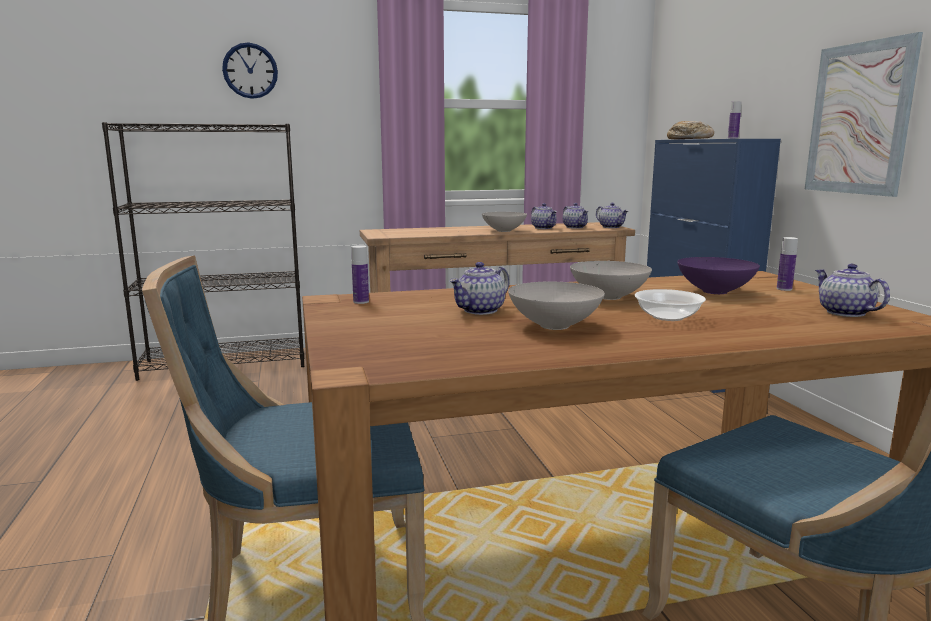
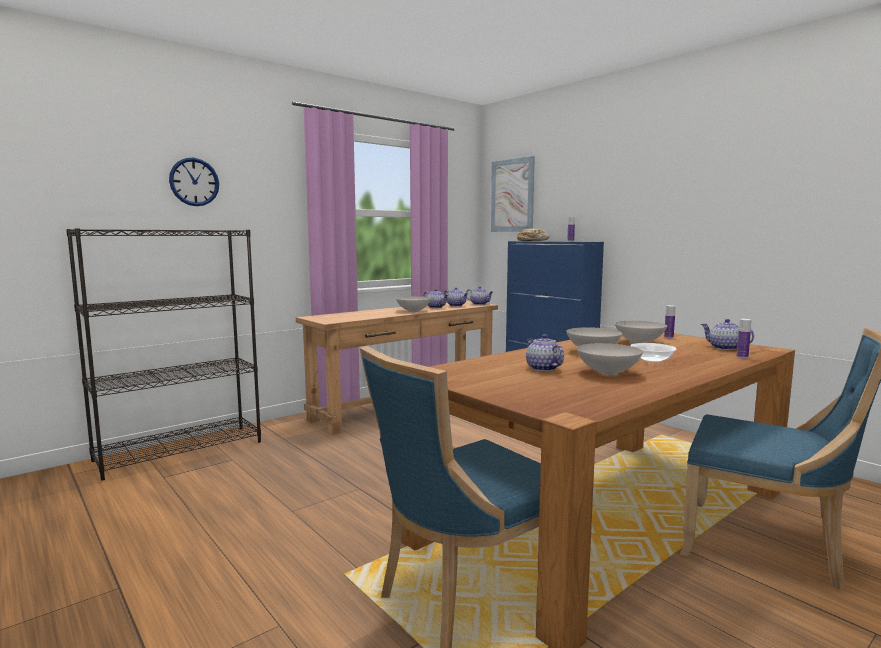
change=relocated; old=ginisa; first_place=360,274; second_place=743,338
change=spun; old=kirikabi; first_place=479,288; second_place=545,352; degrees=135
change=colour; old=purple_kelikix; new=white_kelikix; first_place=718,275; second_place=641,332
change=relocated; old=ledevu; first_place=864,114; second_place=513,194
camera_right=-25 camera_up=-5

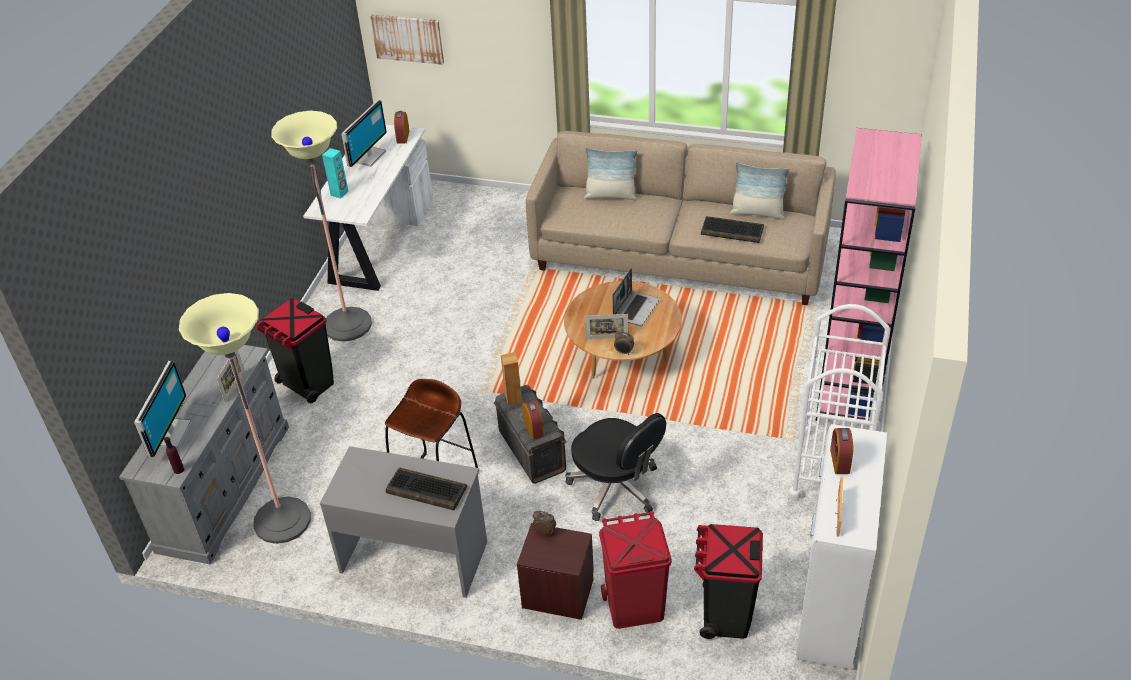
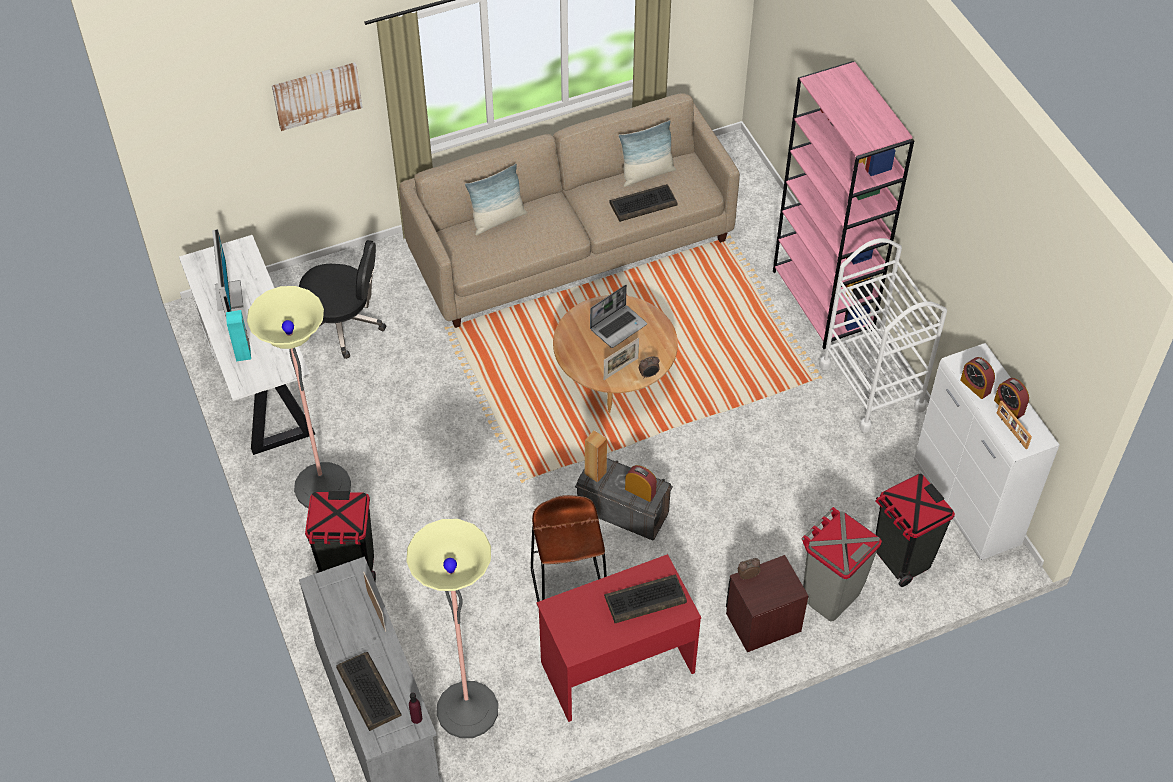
change=exchanged; old=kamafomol; new=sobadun; first_place=163,409; second_place=369,691
change=colour; old=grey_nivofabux; new=red_nivofabux; first_place=403,522; second_place=619,638
change=relocated; old=ledevu; first_place=407,39; second_place=317,96
change=relocated; old=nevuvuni; first_place=402,127; second_place=1011,398
change=relocated; old=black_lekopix; first_place=615,467; second_place=343,299
change=colour; old=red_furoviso; new=grey_furoviso; first_place=635,570; second_place=841,564
change=spun; old=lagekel; first_place=636,297; second_place=618,316; degrees=60
camera_right=-40 camera_up=10

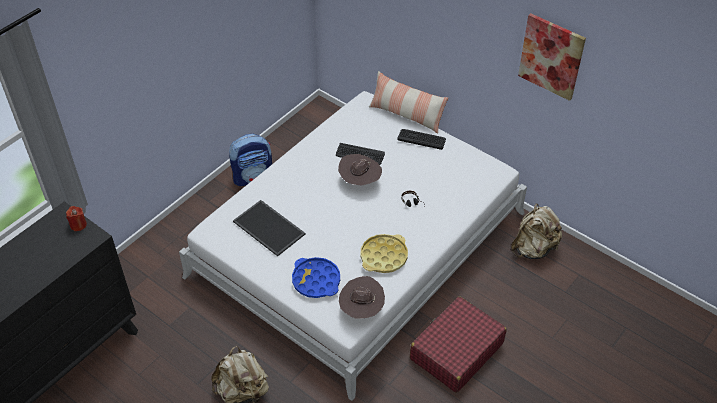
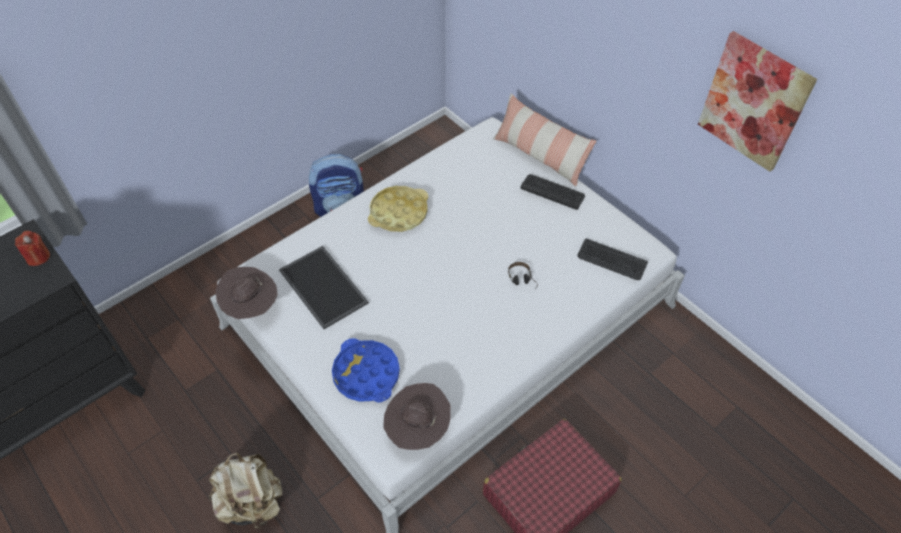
change=relocated; old=sobadun; first_place=360,154; second_place=613,259
change=relocated; old=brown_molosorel; first_place=360,170; second_place=246,293
change=relocated; old=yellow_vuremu; first_place=384,253; second_place=398,209
change=missing; old=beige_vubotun; first_place=537,231
camera_right=10 camera_up=5

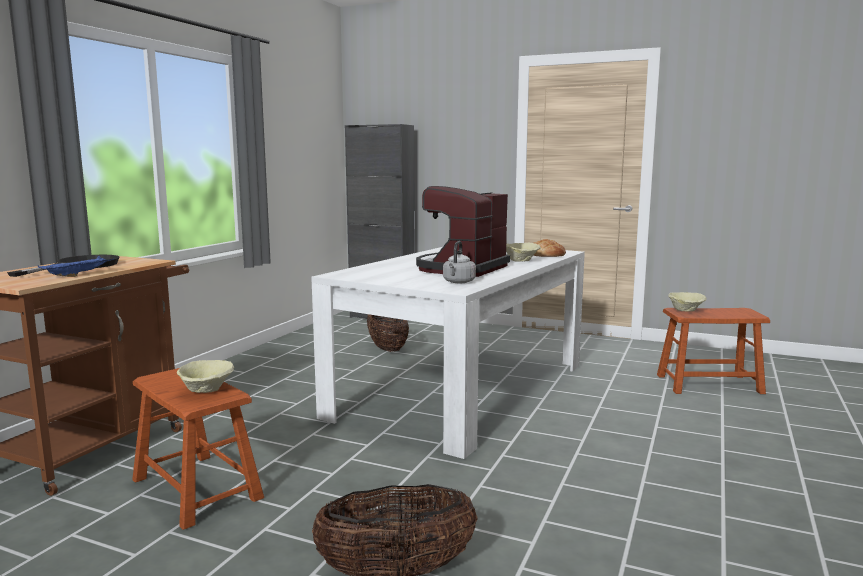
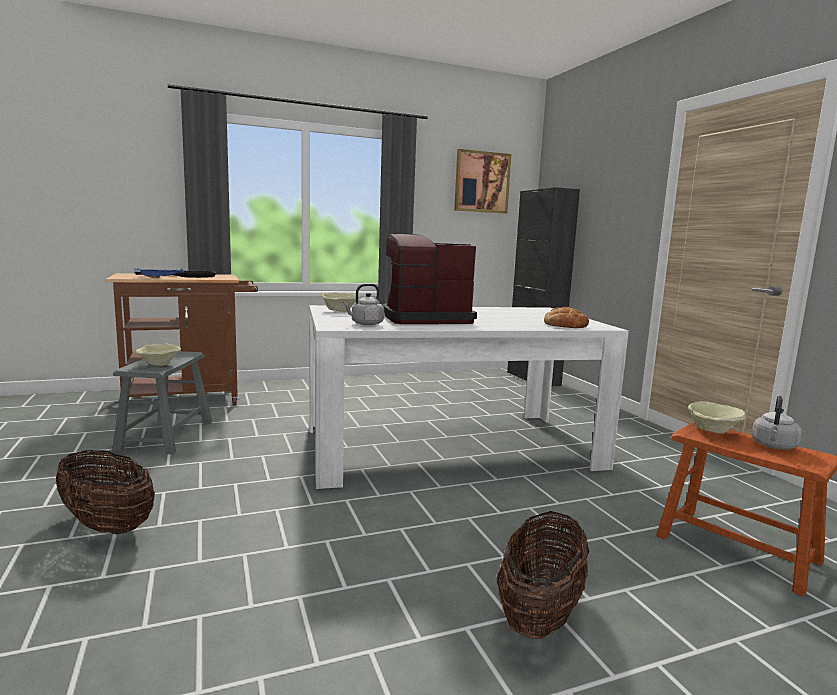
change=colour; old=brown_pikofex; new=grey_pikofex; first_place=198,449; second_place=162,402
change=relocated; old=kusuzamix; first_place=388,332; second_place=542,575
change=relocated; old=beige_kelikix; first_place=523,252; second_place=341,302
change=appeared; new=ledevu; second_place=482,181
change=appeared; new=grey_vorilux; second_place=777,423
camera_right=45 camera_up=0

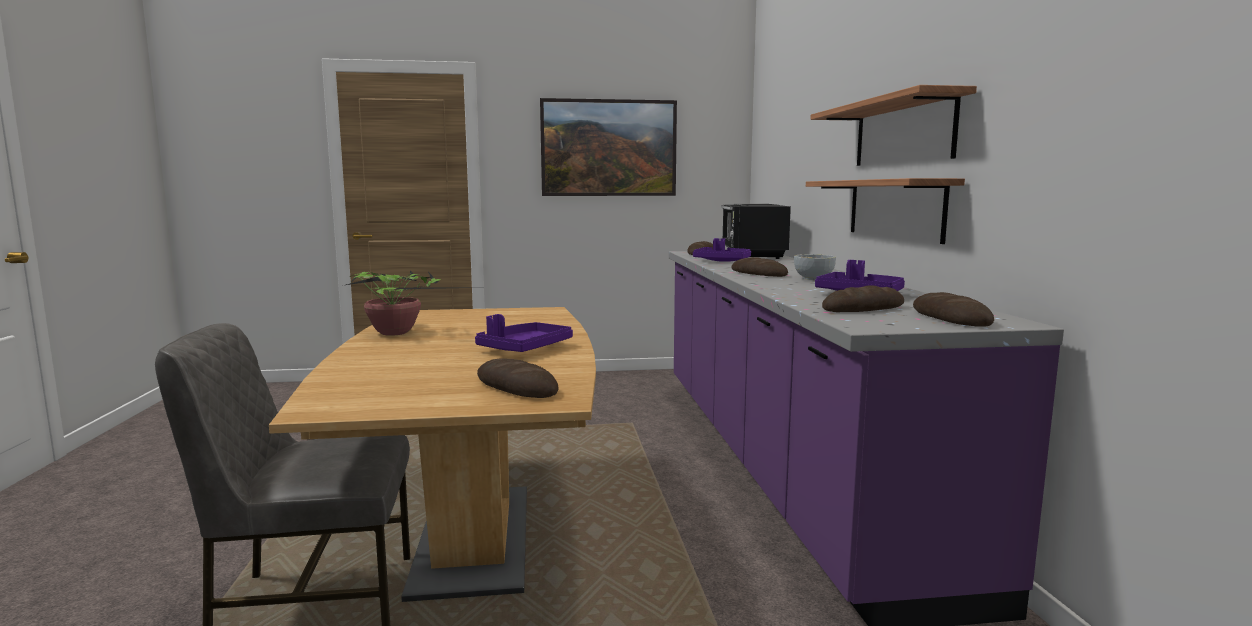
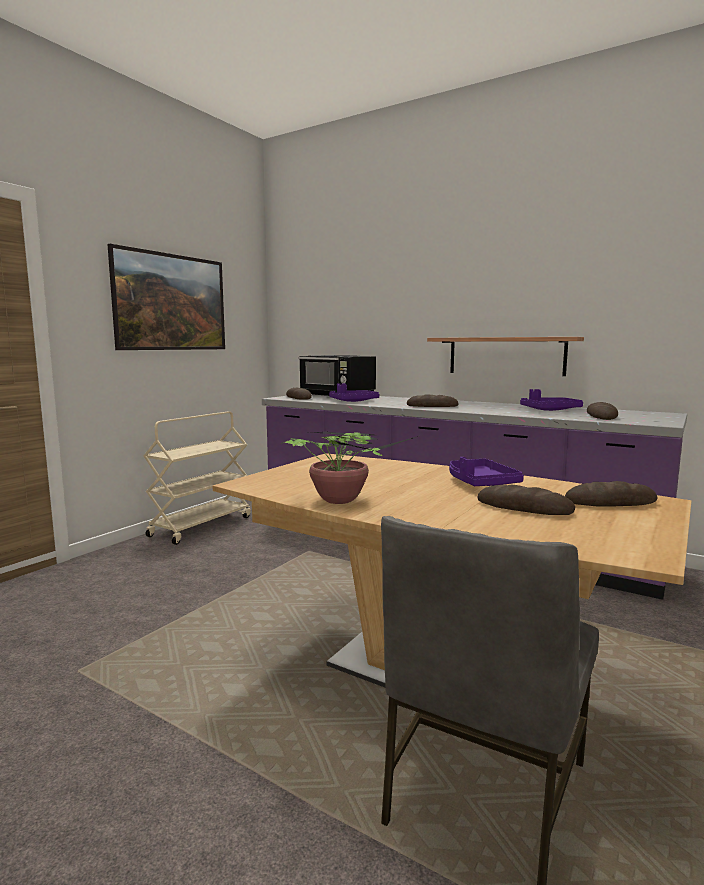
change=missing; old=kelikix; first_place=815,267
change=missing; old=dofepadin; first_place=893,125
change=relocated; old=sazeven; first_place=953,309; second_place=526,499
change=appeared; new=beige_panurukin; second_place=197,478
camera_right=-50 camera_up=0

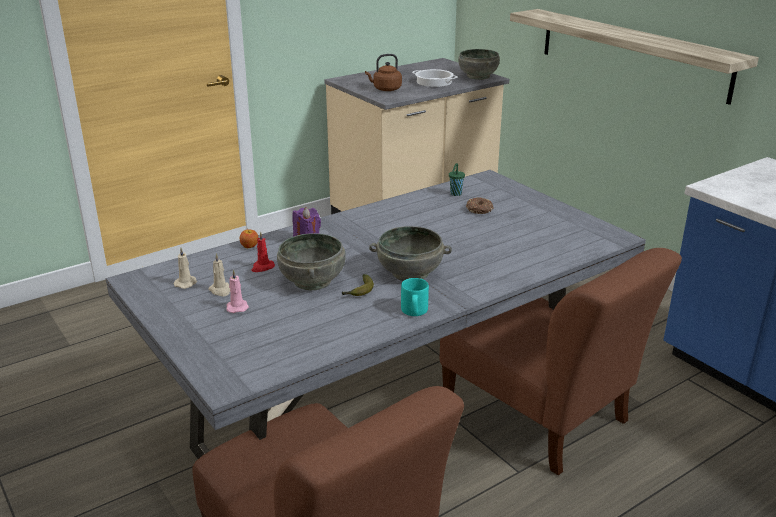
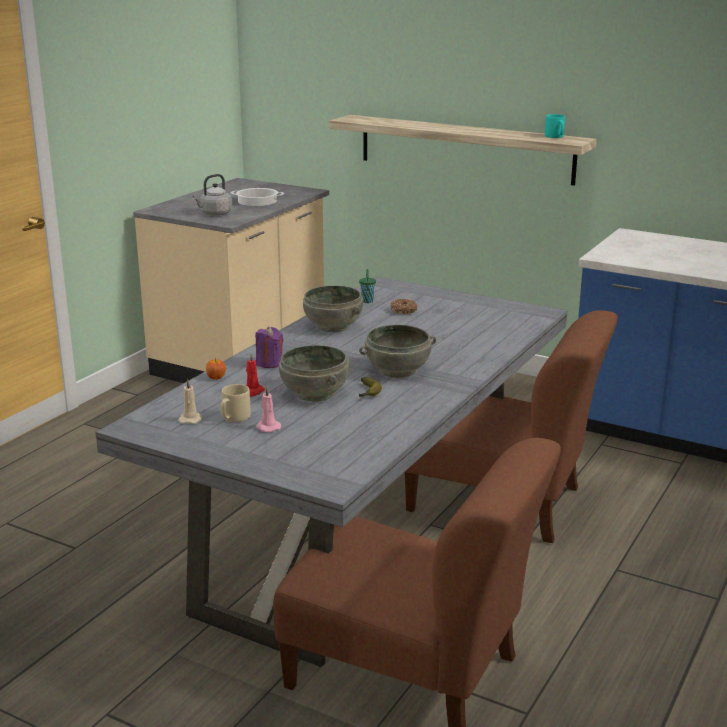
change=exchanged; old=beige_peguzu; new=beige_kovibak; first_place=219,274; second_place=236,403
change=colour; old=brown_vorilux; new=grey_vorilux; first_place=383,72; second_place=212,195
change=relocated; old=turquoise_kovibak; first_place=415,297; second_place=555,126
change=relocated; old=grey_kelikix; first_place=479,64; second_place=333,308
camera_right=-25 camera_up=-5

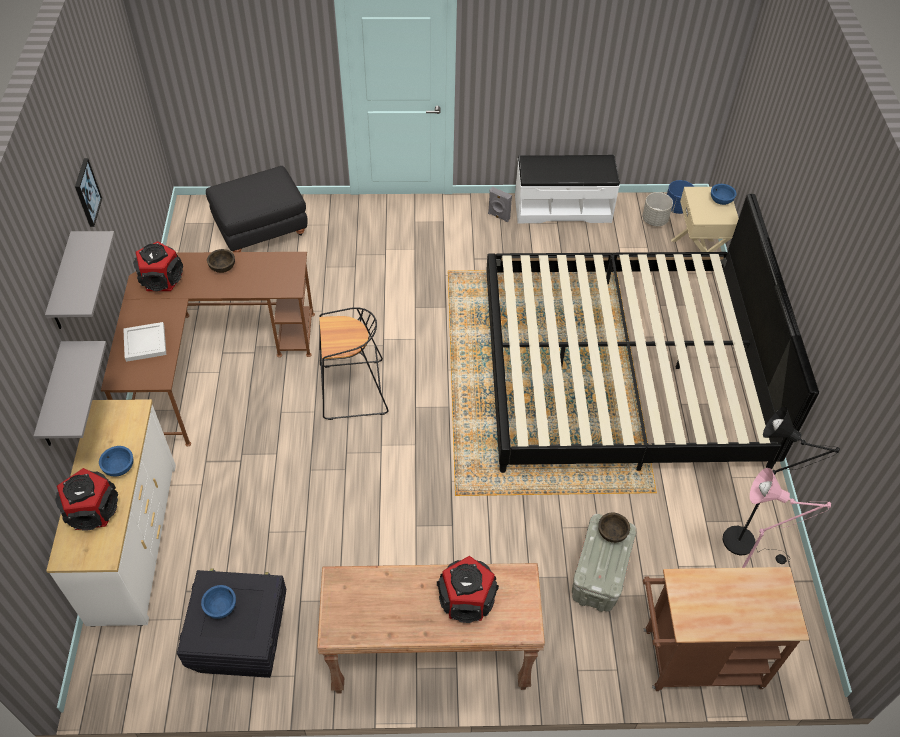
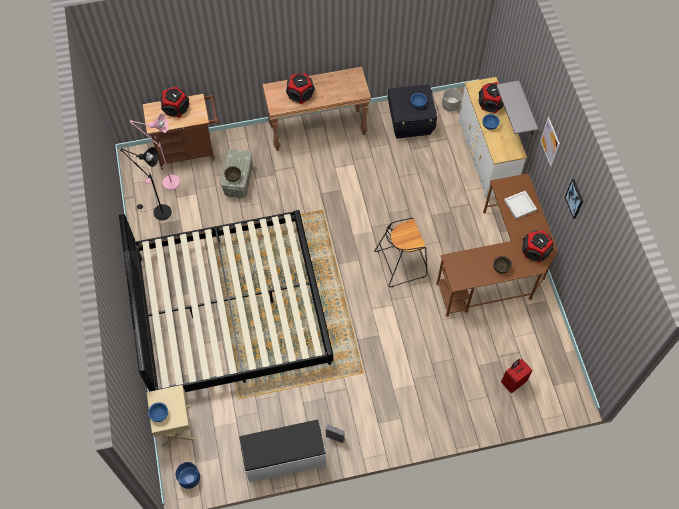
change=exchanged; old=grey_dofepadin; new=ledevu; first_place=80,280; second_place=550,142
change=exchanged; old=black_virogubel; new=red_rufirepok; first_place=257,209; second_place=517,376
change=relocated; old=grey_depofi; first_place=657,209; second_place=451,100
change=appeared; new=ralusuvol; second_place=174,102
camera_right=170 camera_up=10

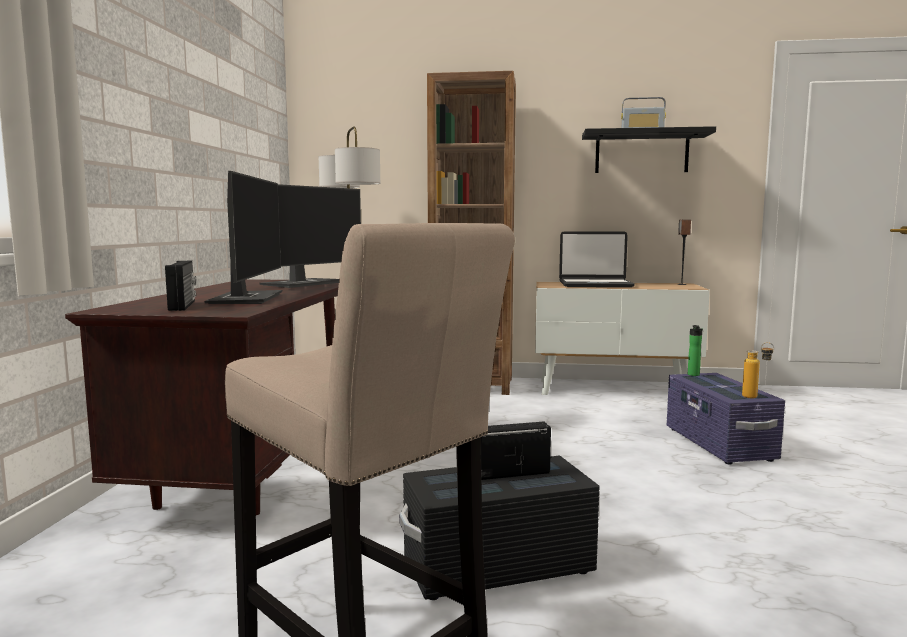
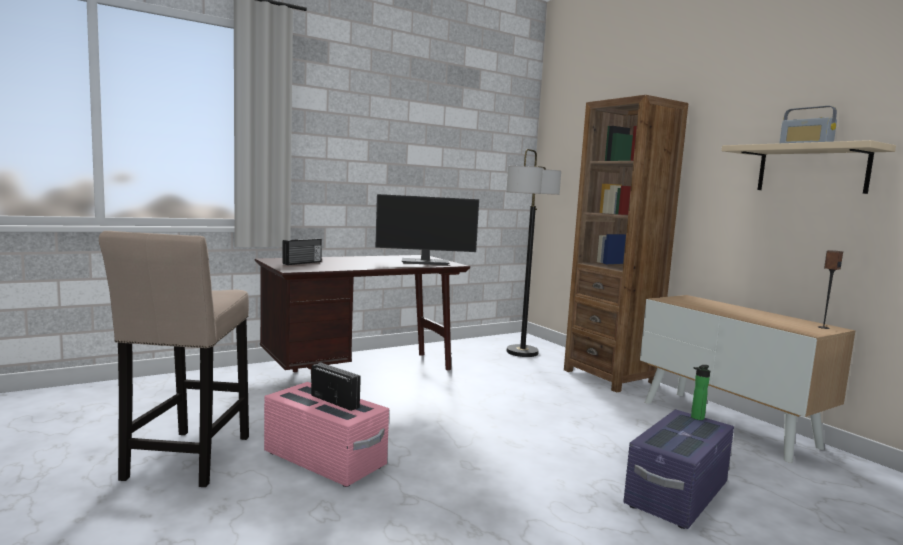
change=missing; old=kamafomol; first_place=243,237
change=colour; old=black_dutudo; new=pink_dutudo; first_place=499,528; second_place=326,434
change=missing; old=lagekel; first_place=597,259
change=colour; old=black_dofepadin; new=beige_dofepadin; first_place=649,149; second_place=808,167
change=missing; old=ginisa; first_place=758,370
camera_right=50 camera_up=0

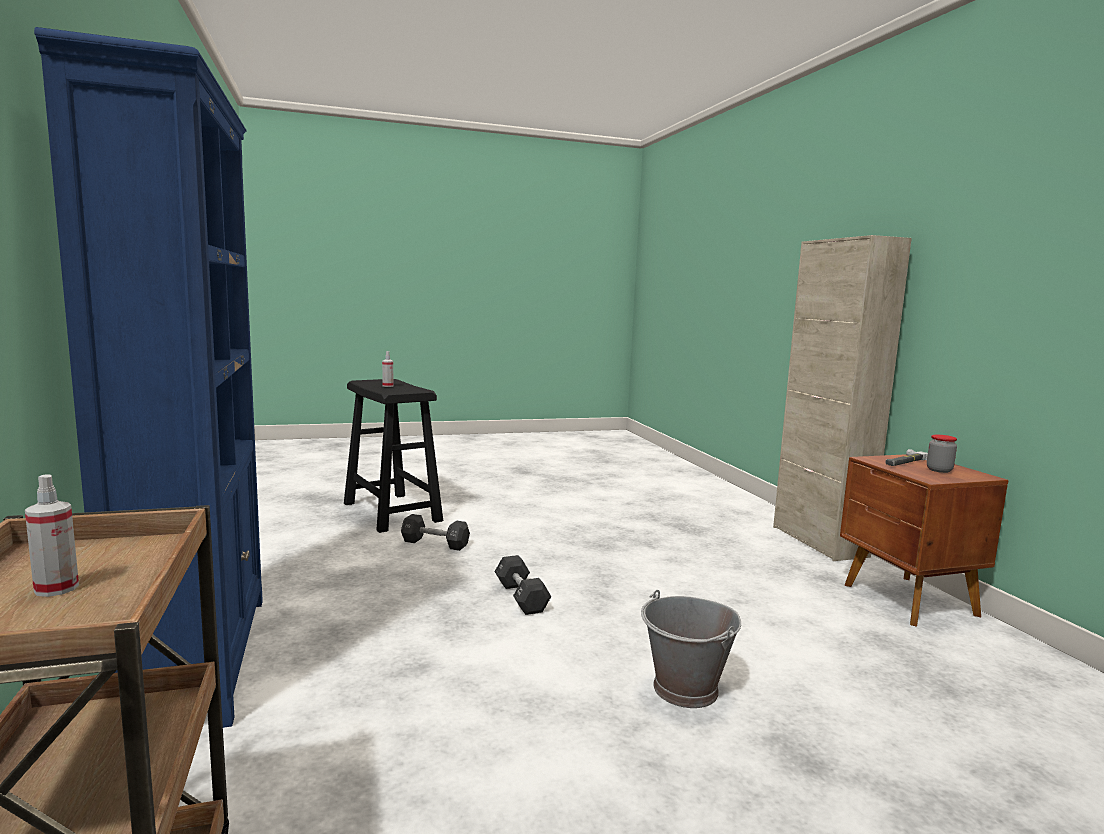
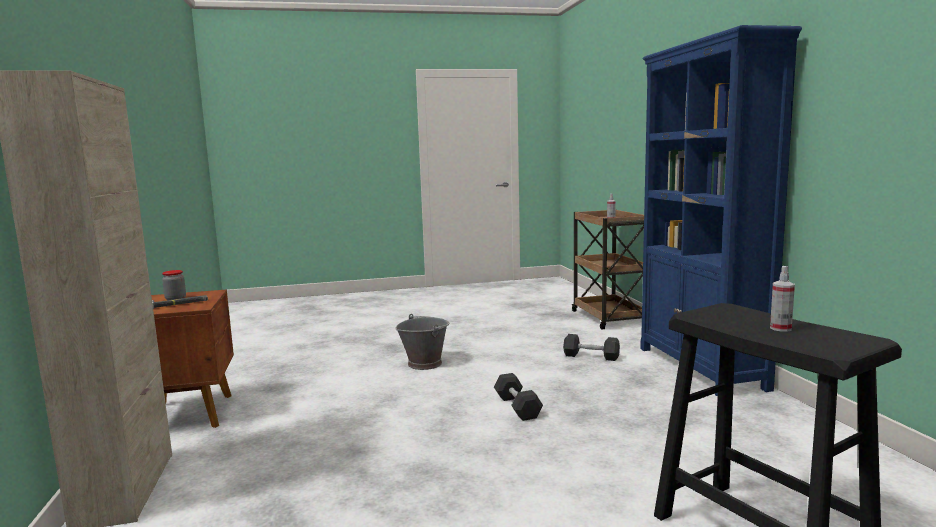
change=relocated; old=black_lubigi; first_place=435,532; second_place=591,347
camera_right=-175 camera_up=0

